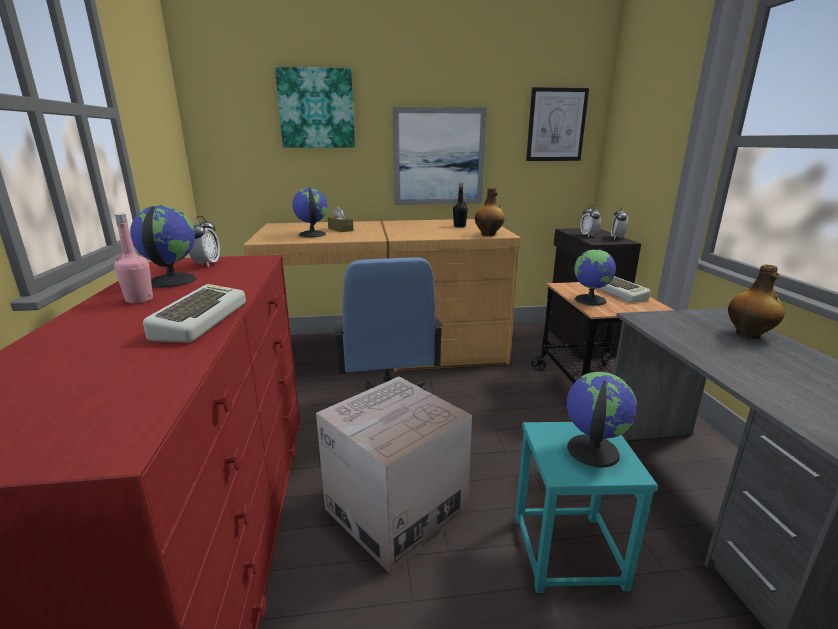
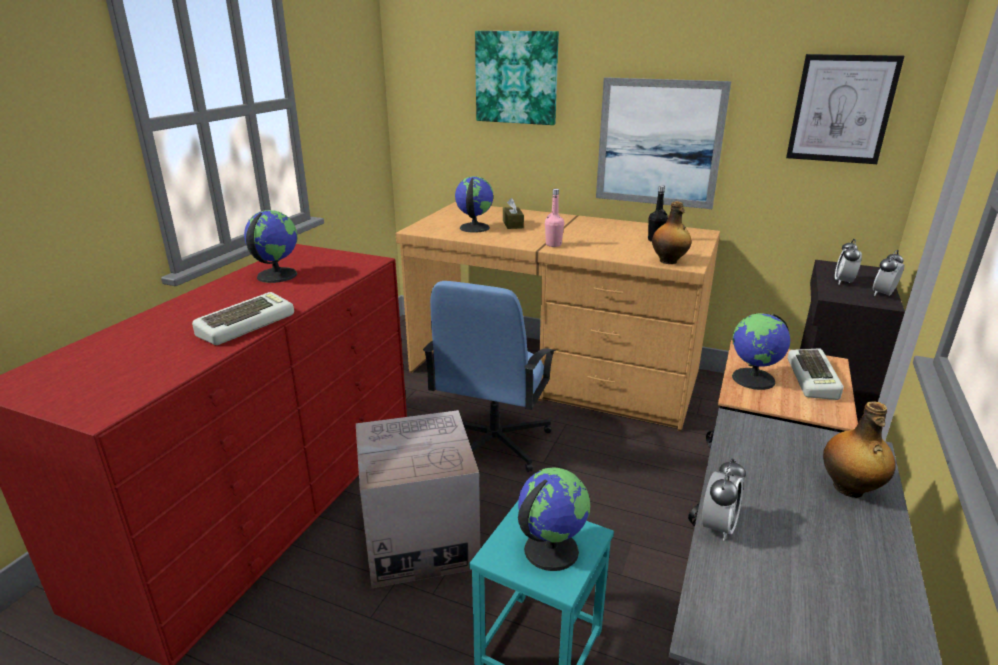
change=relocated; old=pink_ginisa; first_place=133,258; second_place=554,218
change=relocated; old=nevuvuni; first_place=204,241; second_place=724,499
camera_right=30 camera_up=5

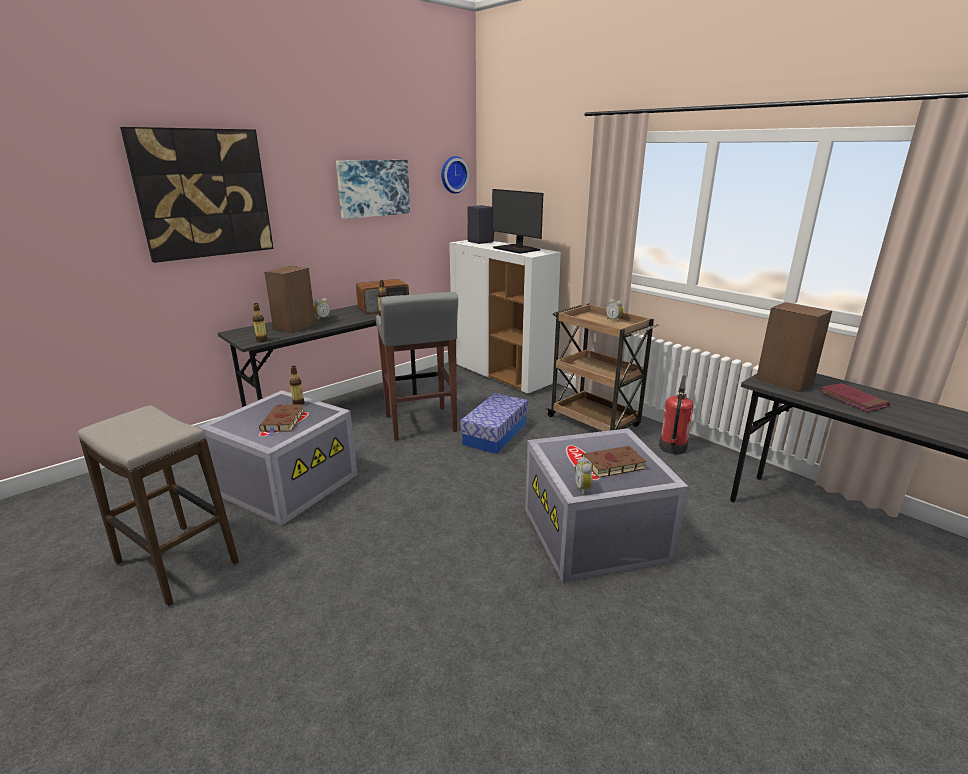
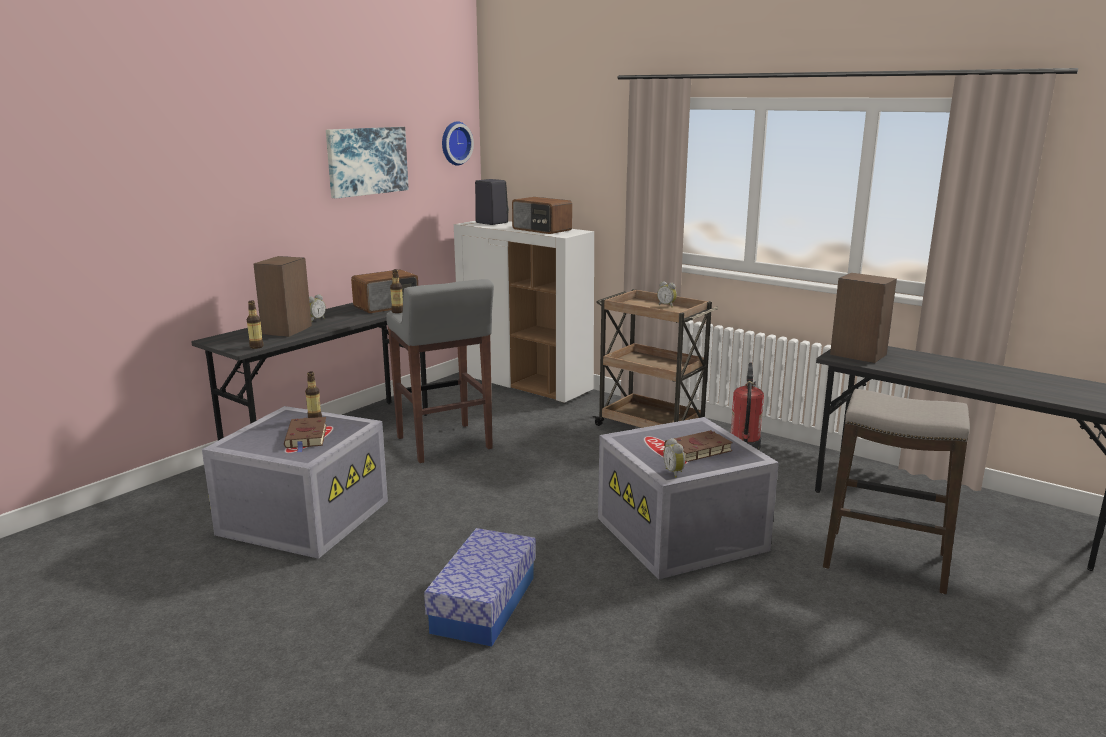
change=relocated; old=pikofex; first_place=158,505; second_place=896,491
change=missing; old=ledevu; first_place=197,195
change=relocated; old=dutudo; first_place=494,423; second_place=480,587
change=exchanged; old=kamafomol; new=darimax; first_place=517,221; second_place=542,215
change=missing; old=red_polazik; first_place=855,397
camera_right=-10 camera_up=-5

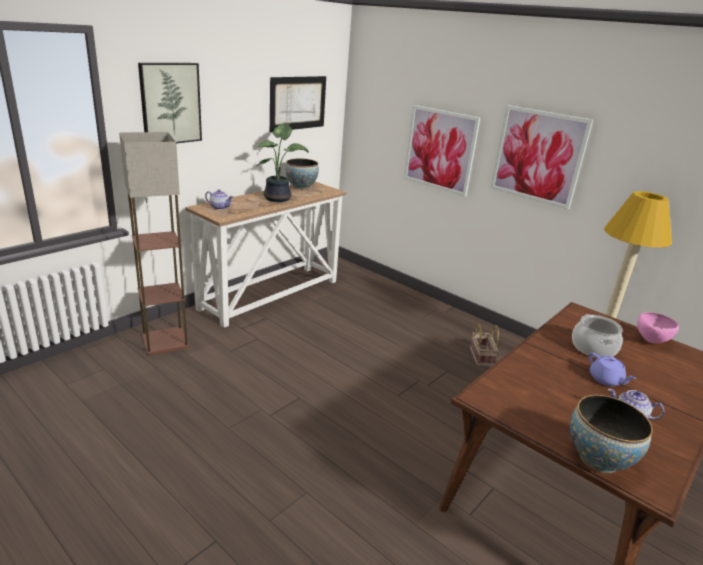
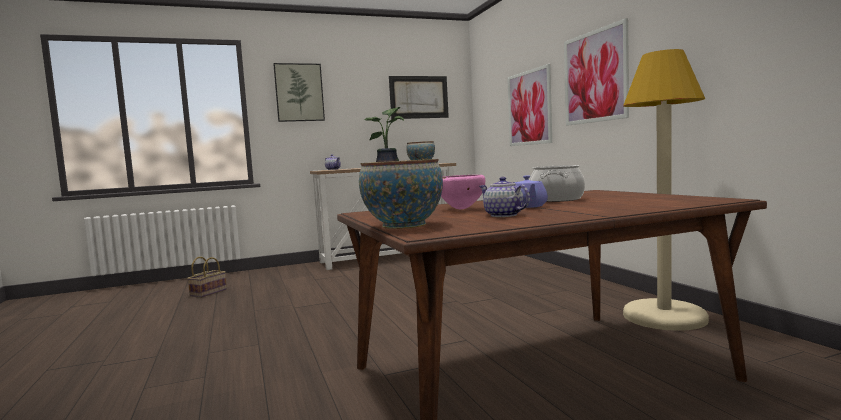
change=missing; old=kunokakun; first_place=154,243
change=relocated; old=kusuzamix; first_place=484,345; second_place=207,277
change=relocated; old=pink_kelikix; first_place=658,328; second_place=463,192
camera_right=30 camera_up=-20

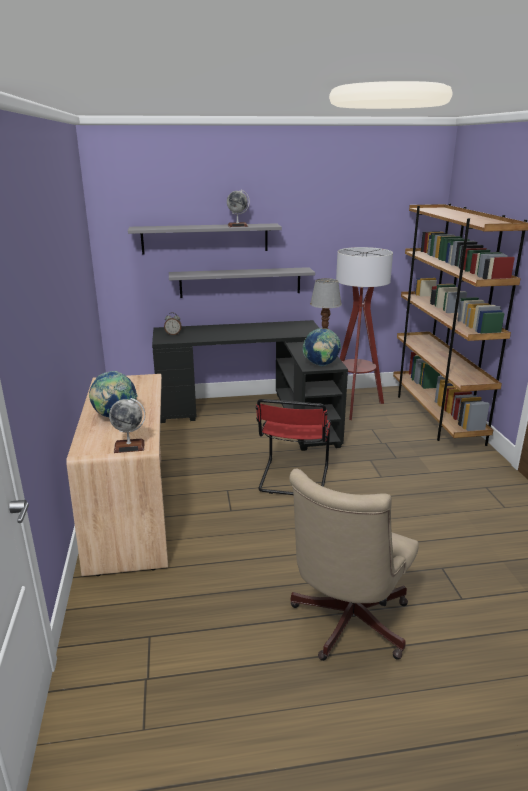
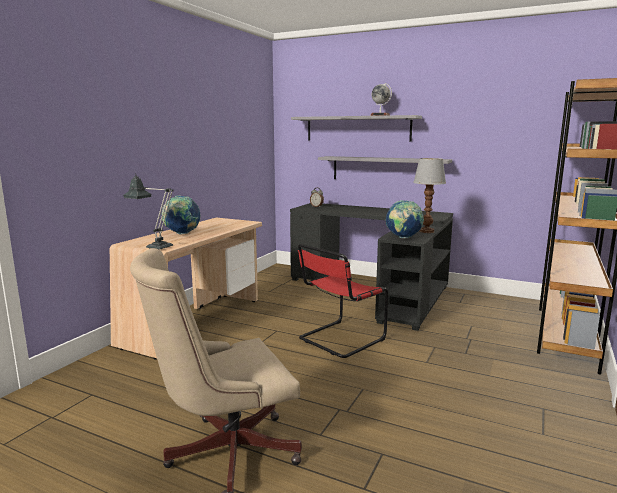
change=exchanged; old=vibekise; new=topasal; first_place=127,425; second_place=148,212
change=missing; old=kunokakun; first_place=364,333
camera_right=35 camera_up=-10

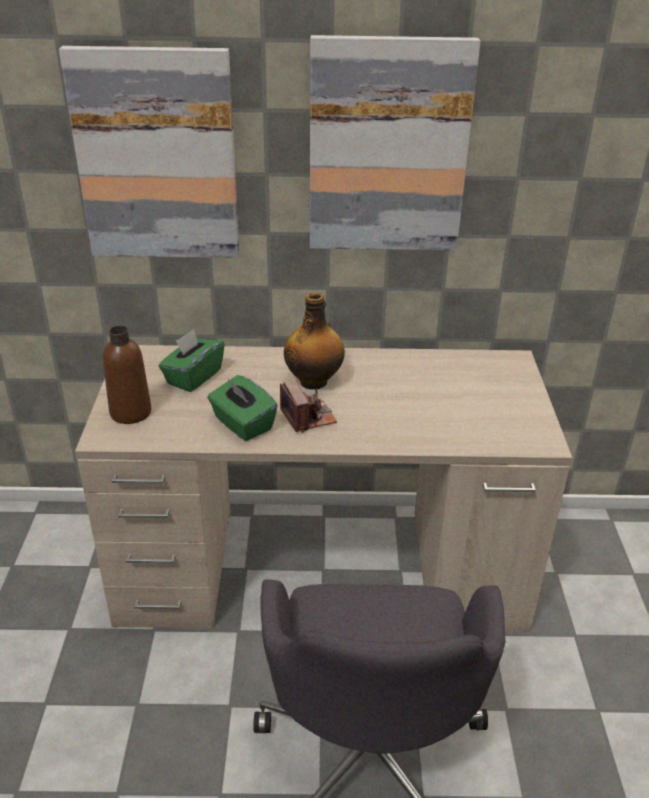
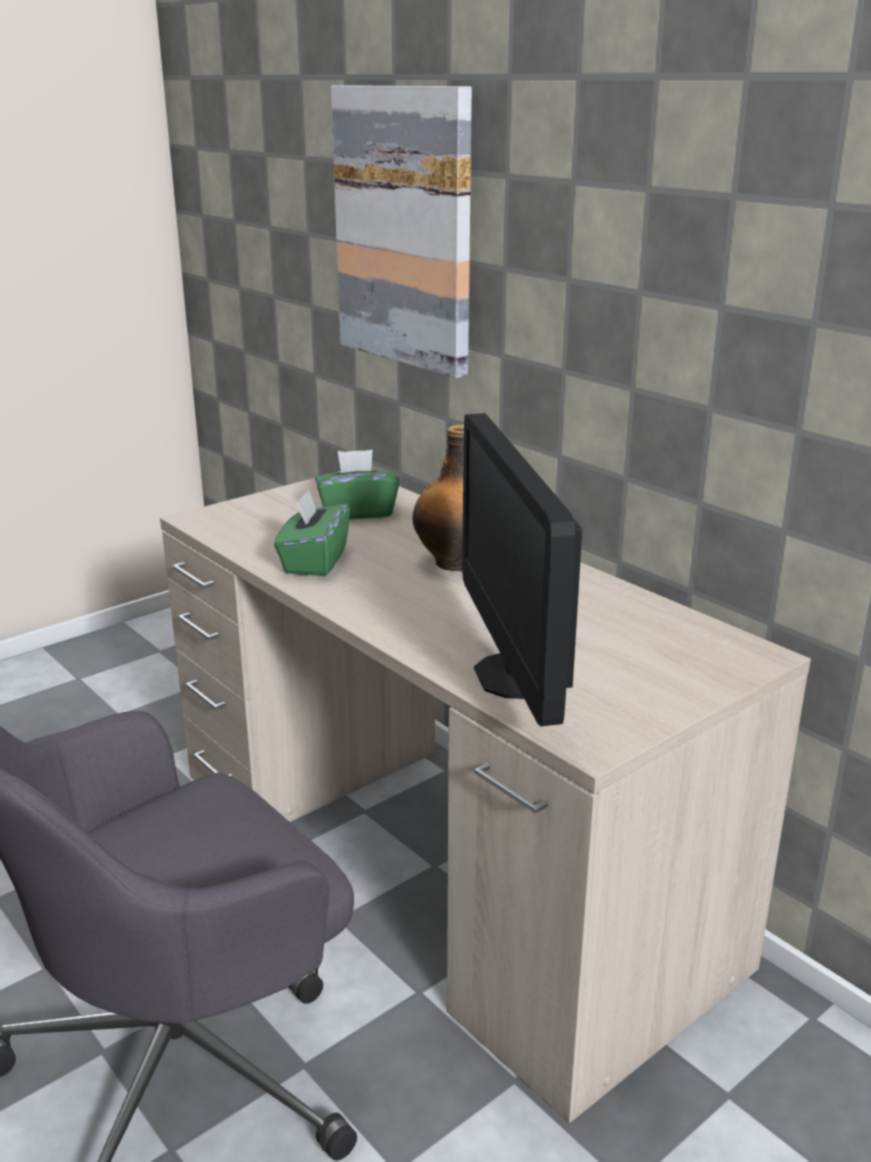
change=missing; old=brown_ginisa; first_place=127,375
change=missing; old=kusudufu; first_place=308,406
change=missing; old=ledevu; first_place=395,143
change=appeared; new=kamafomol; second_place=522,569
camera_right=50 camera_up=-10

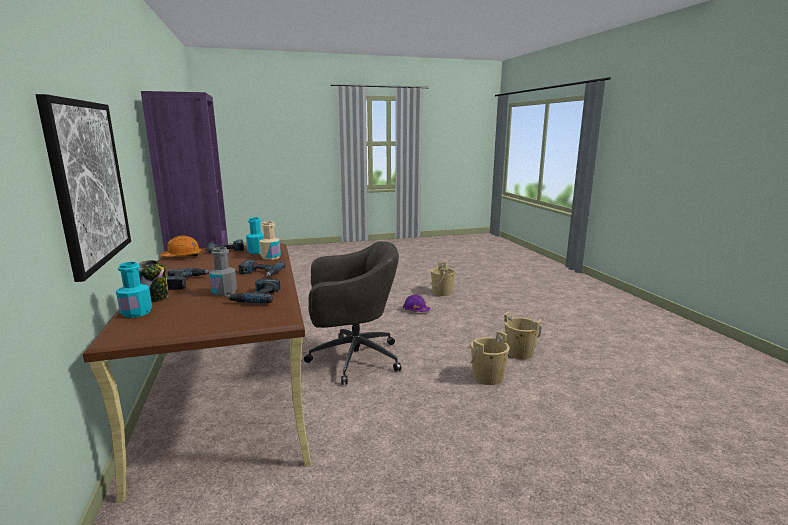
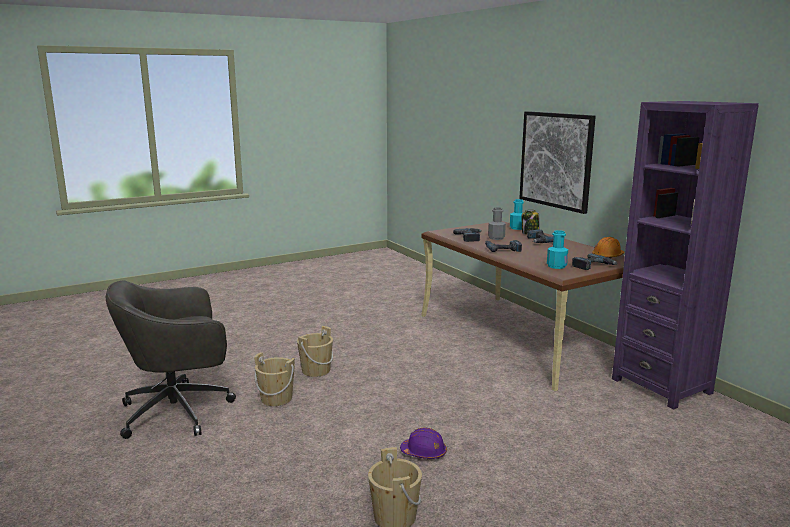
change=missing; old=beige_ginisa; first_place=270,240
change=relocated; old=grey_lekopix; first_place=352,313; second_place=171,359
camera_right=165 camera_up=0

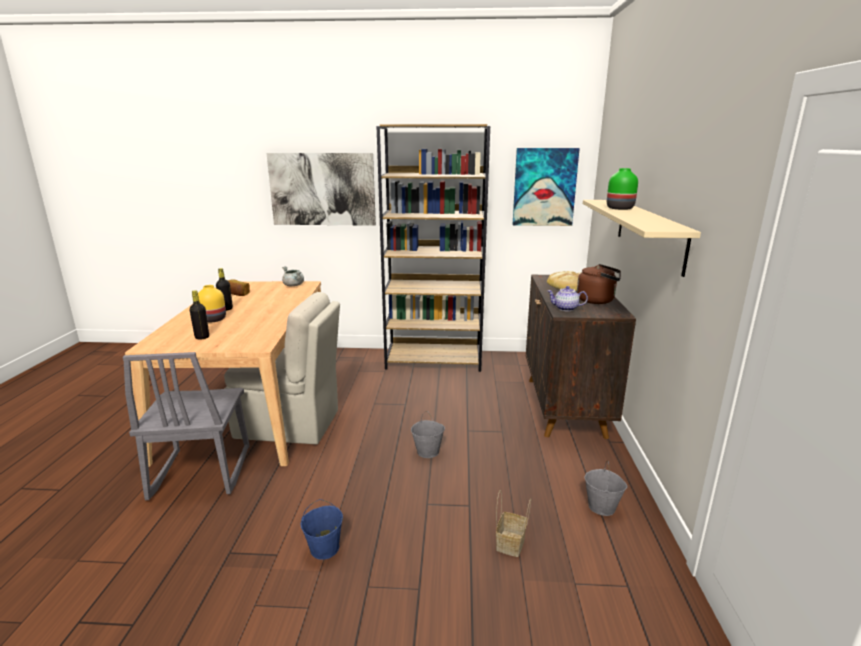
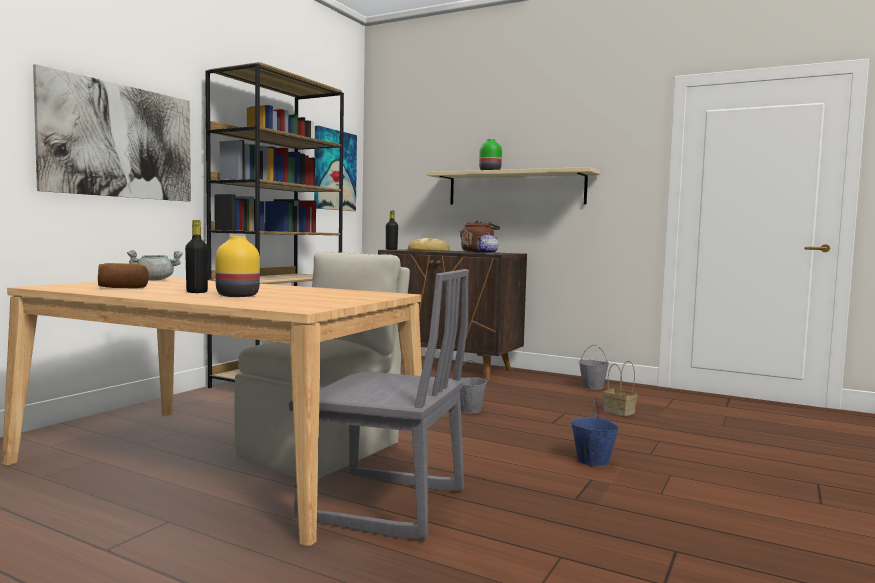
change=relocated; old=black_ginisa; first_place=199,315; second_place=392,230
camera_right=-65 camera_up=-15

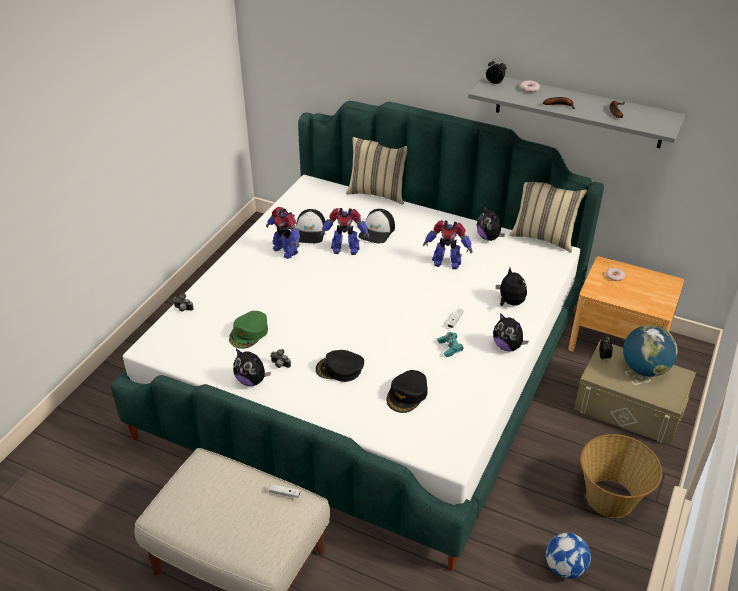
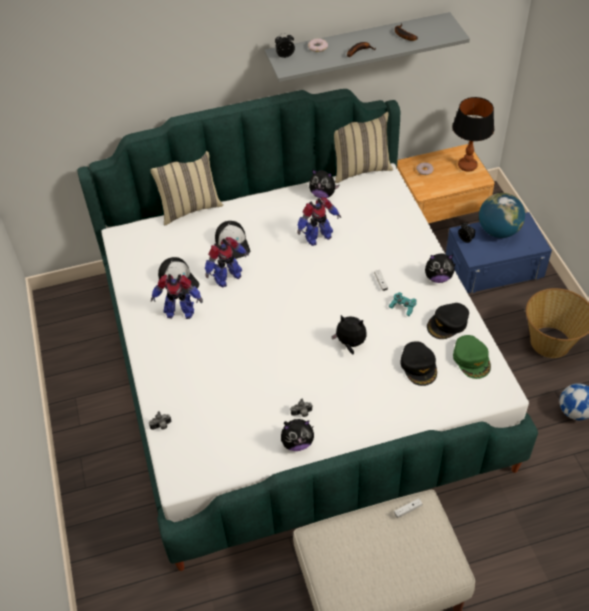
change=relocated; old=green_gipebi; first_place=248,330; second_place=472,357
change=relocated; old=black_gipebi; first_place=340,366; second_place=448,321
change=relocated; old=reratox; first_place=511,287; second_place=349,334
change=colour; old=beige_dutudo; new=blue_dutudo; first_place=635,392; second_place=499,252
change=appeared; new=topasal; second_place=473,134
camera_right=-40 camera_up=10

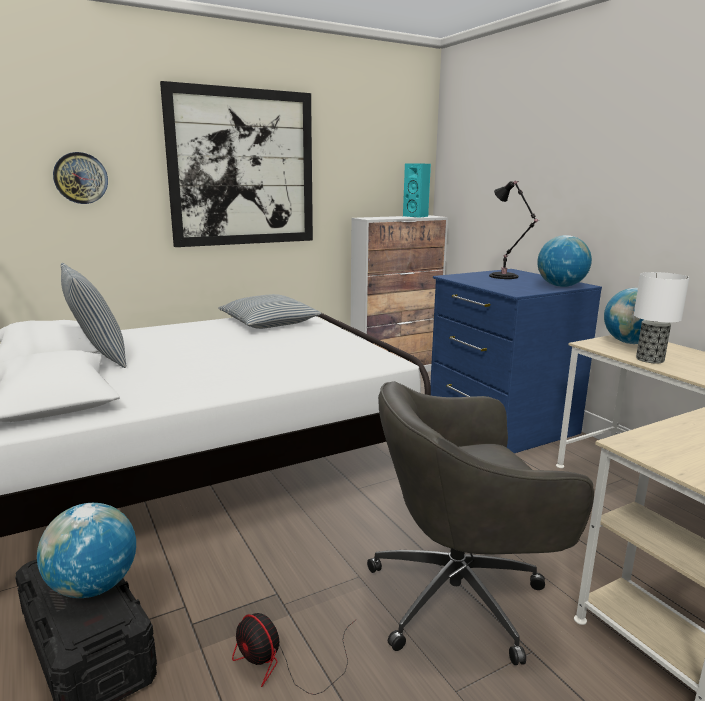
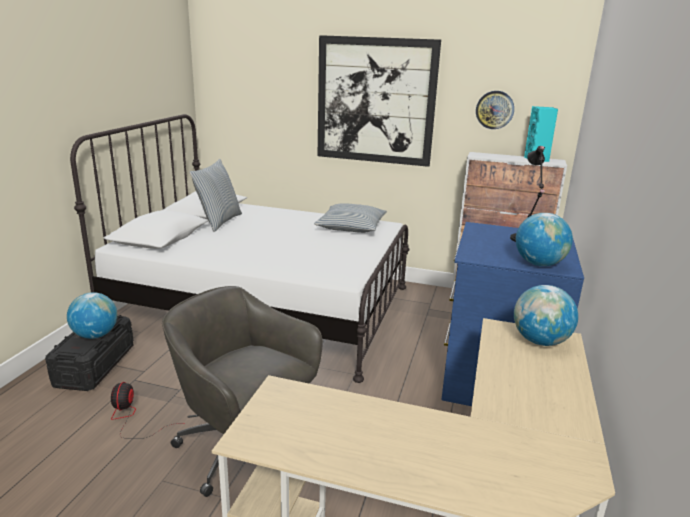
change=relocated; old=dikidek; first_place=80,178; second_place=495,110
change=missing; old=topasal; first_place=661,318
camera_right=45 camera_up=5

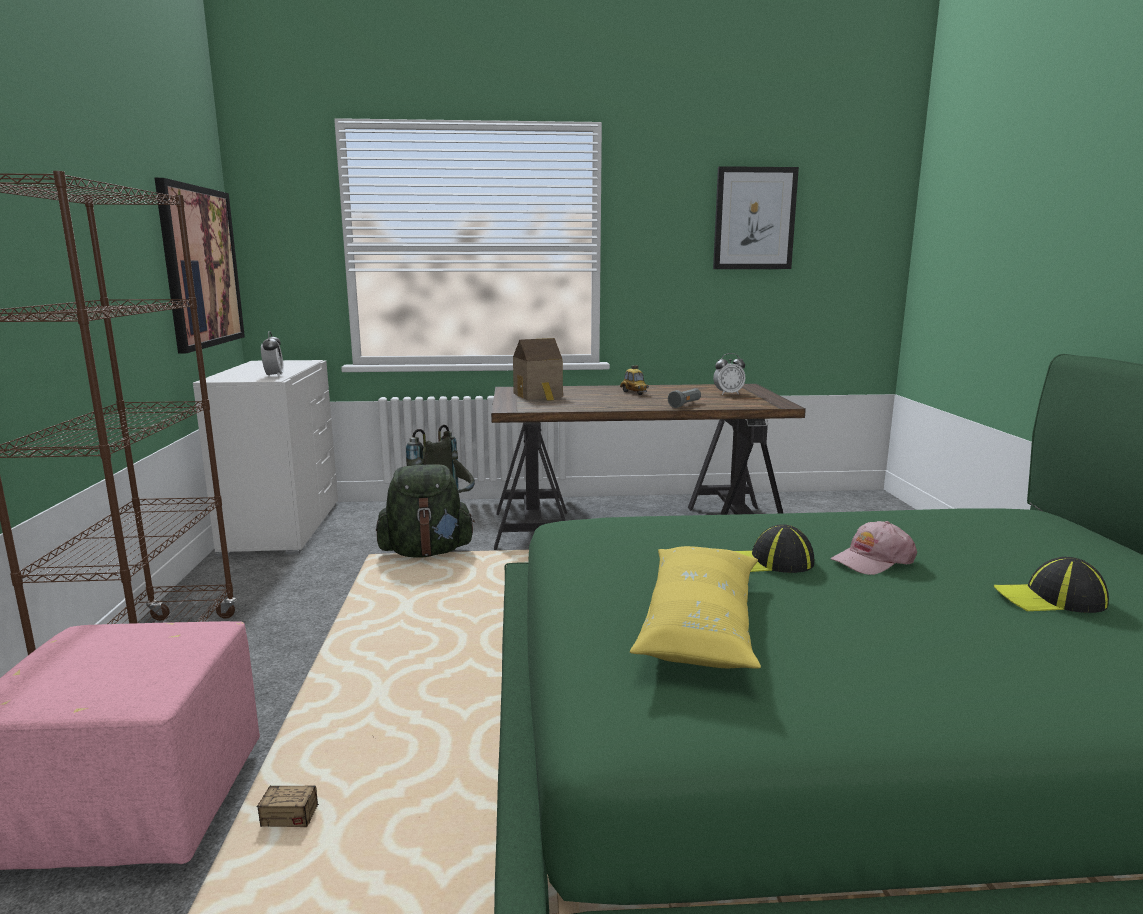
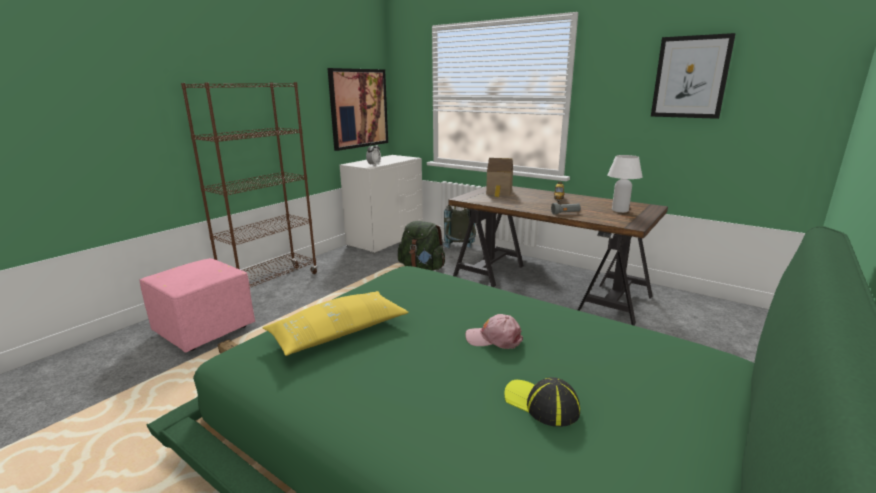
change=exchanged; old=nevuvuni; new=white_topasal; first_place=729,374; second_place=624,184
change=missing; old=gipebi; first_place=774,548
camera_right=40 camera_up=5

